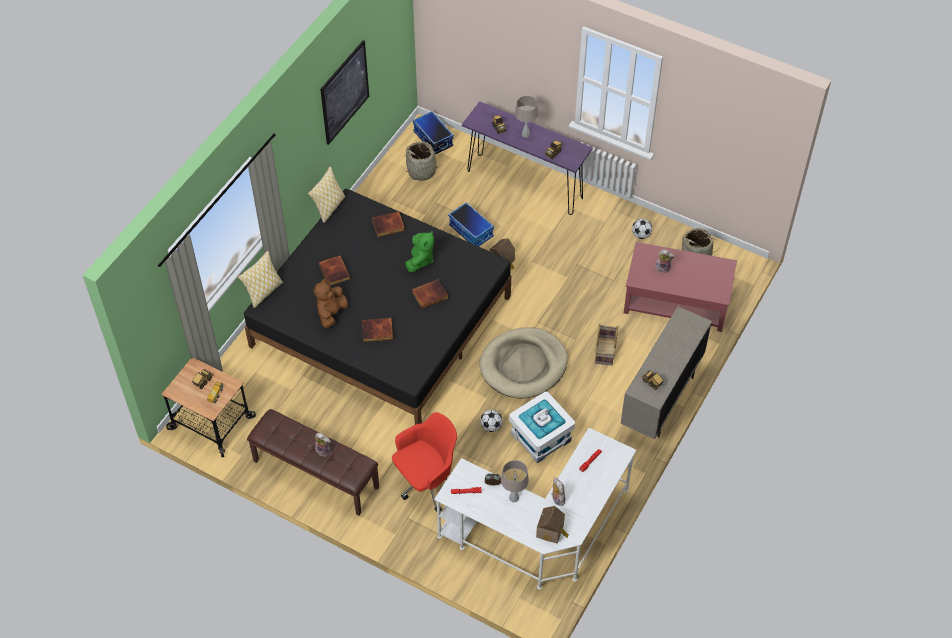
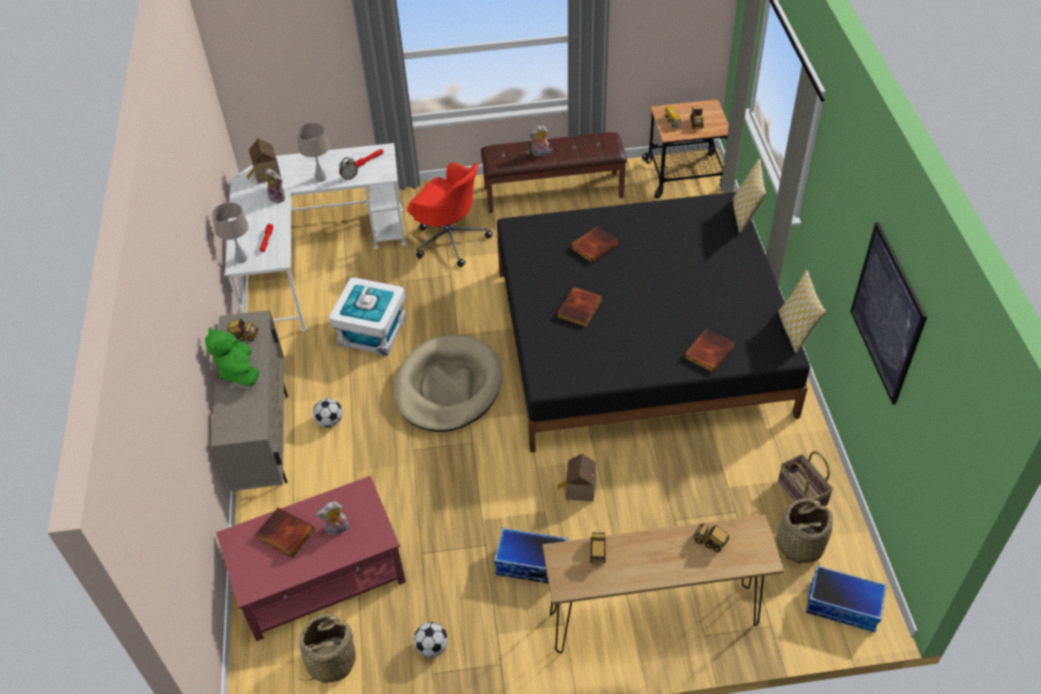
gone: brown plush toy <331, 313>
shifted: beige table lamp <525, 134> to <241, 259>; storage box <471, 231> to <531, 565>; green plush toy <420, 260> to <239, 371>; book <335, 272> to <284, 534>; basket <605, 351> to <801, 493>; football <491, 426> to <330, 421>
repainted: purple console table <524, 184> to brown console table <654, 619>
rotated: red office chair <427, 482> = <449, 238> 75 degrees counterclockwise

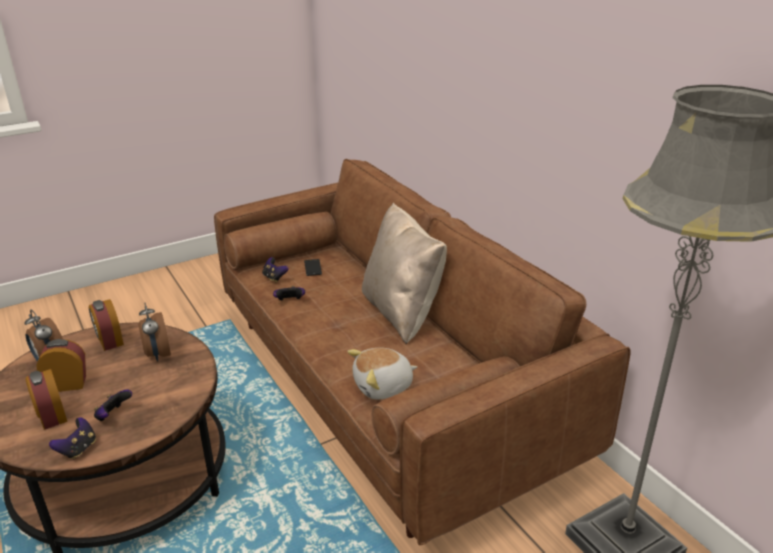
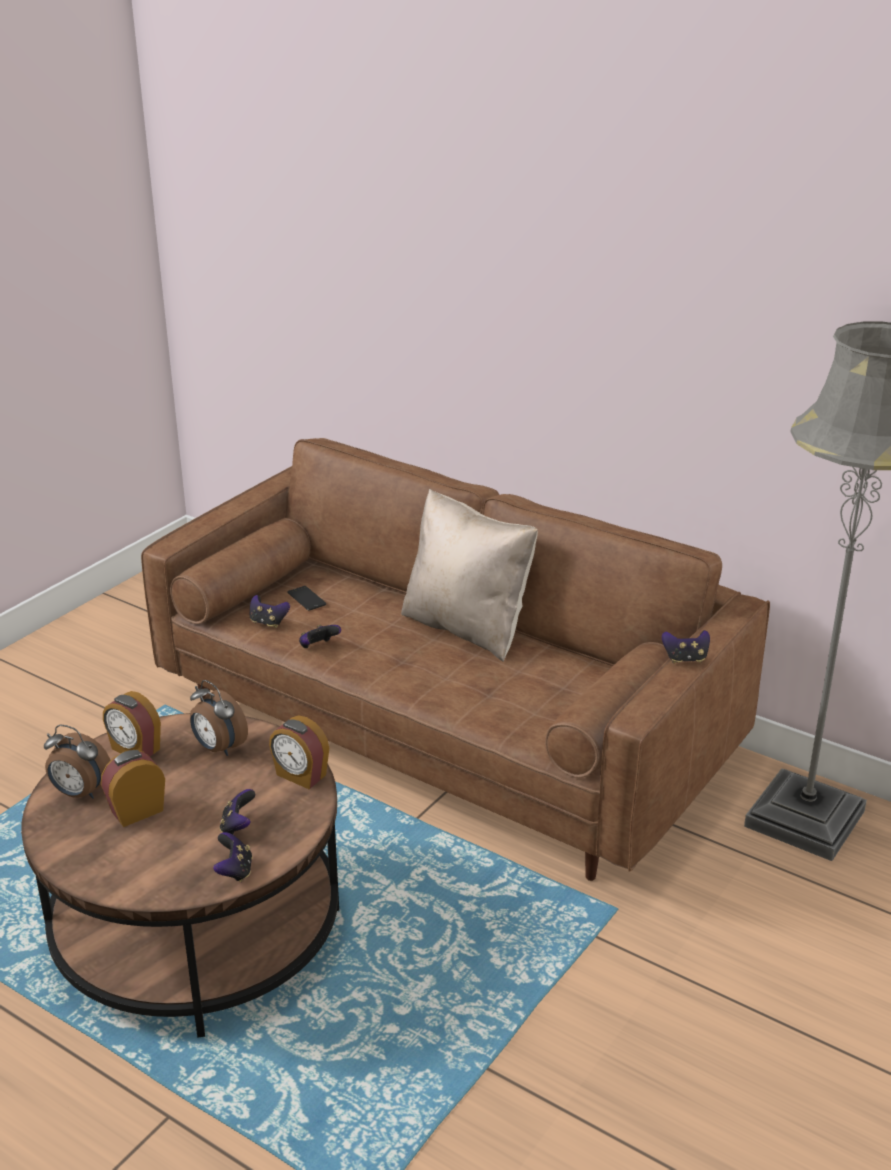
gone: plush toy <383, 386>
new: game controller <685, 659>
shifted: alarm clock <51, 416> to <300, 775>

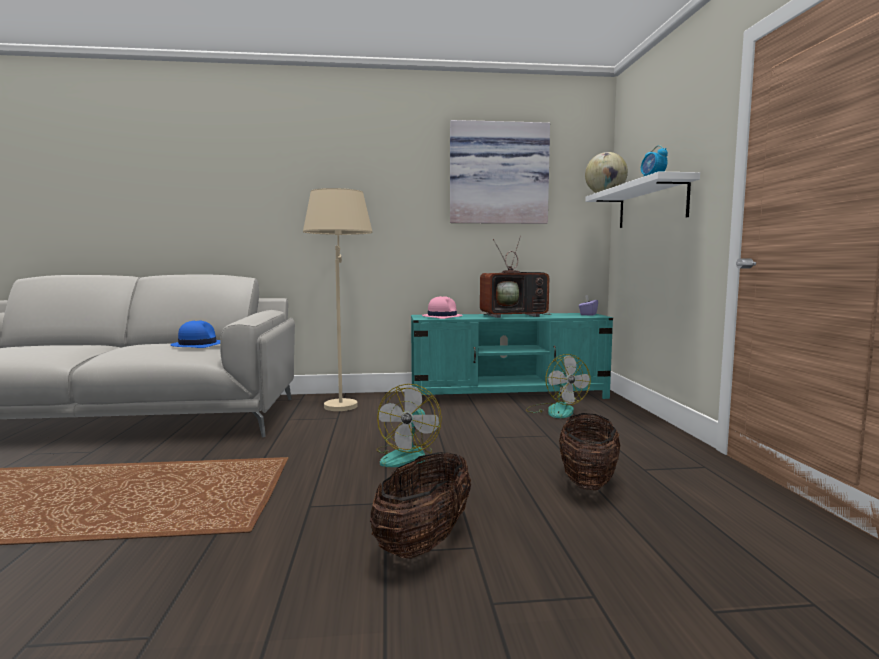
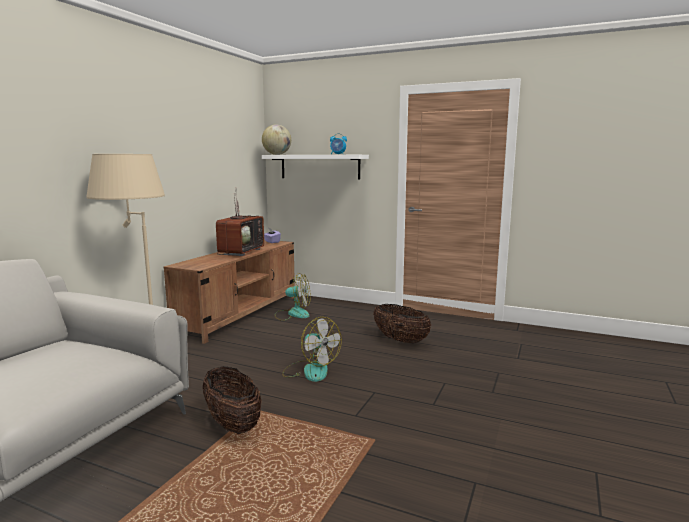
gone: picture <498, 174>; pink hat <442, 316>; blue hat <197, 344>
shifted: basket <424, 542> to <232, 424>
repainted: turquoise tv stand <508, 395> to brown tv stand <240, 314>

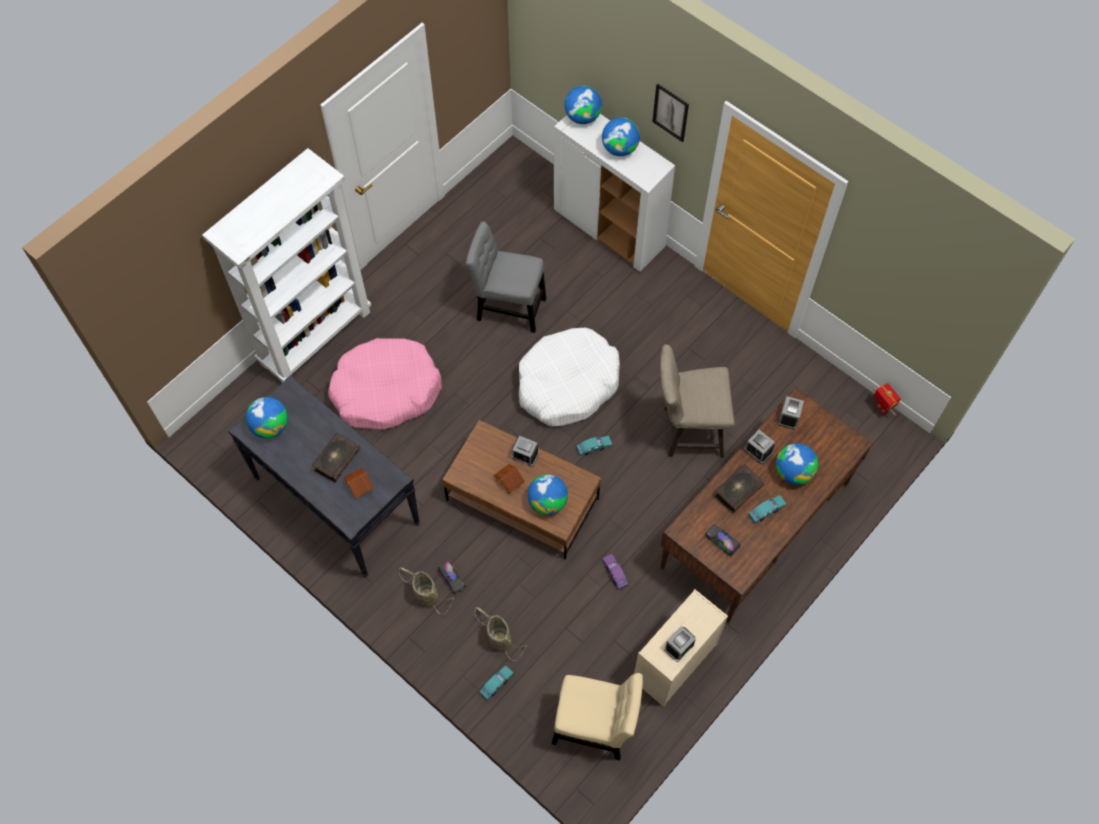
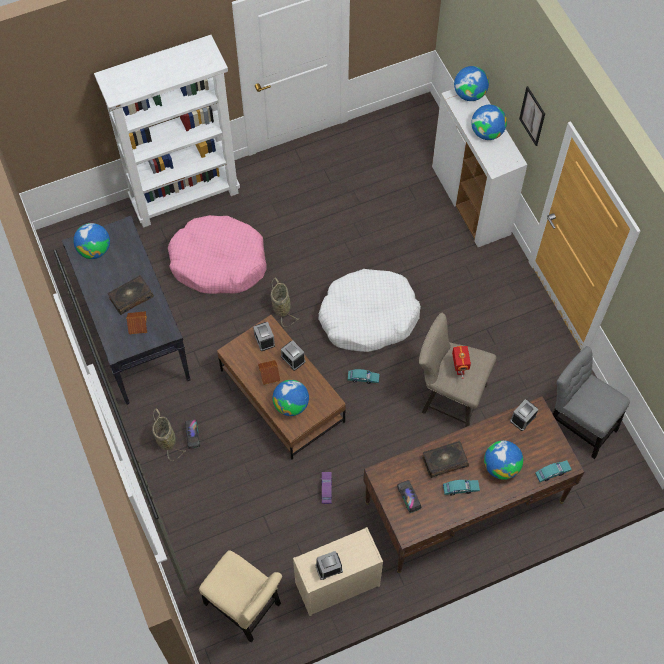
shifted: grey chair <507, 307> to <578, 424>; toy robot <881, 409> to <459, 369>; alarm clock <758, 451> to <264, 340>; basket <498, 638> to <281, 307>; turquoise toy car <496, 683> to <552, 472>

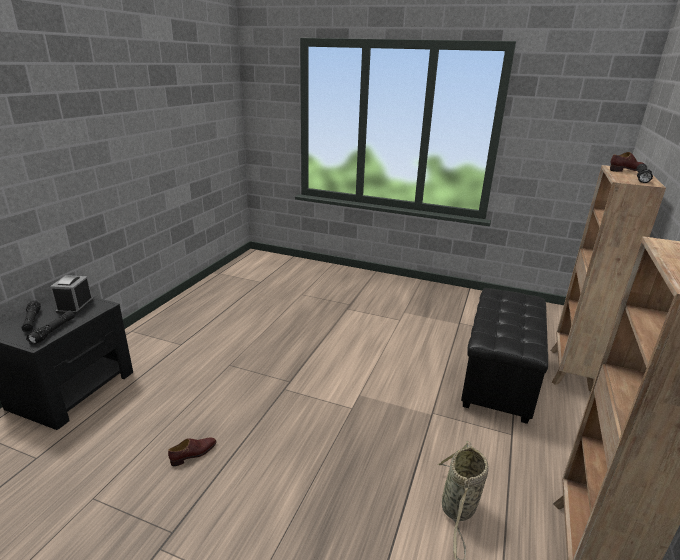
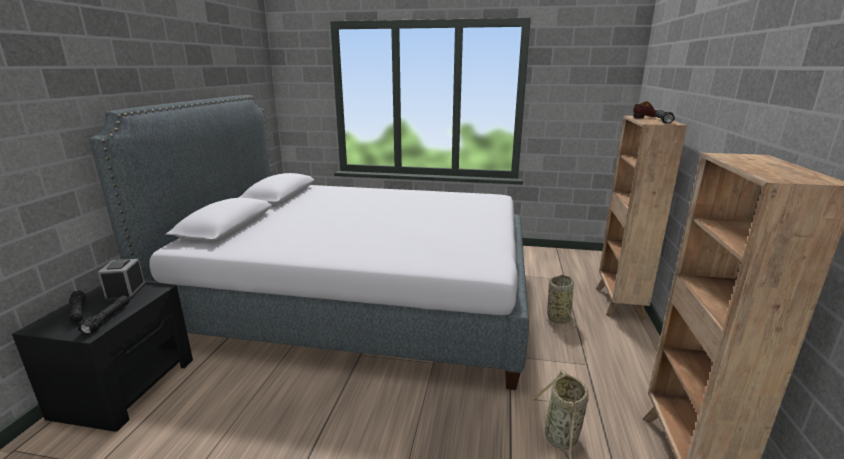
gone: brown shoe <194, 454>
new: grey bed <359, 299>
swapped: black ottoman <497, 377> to basket <558, 317>

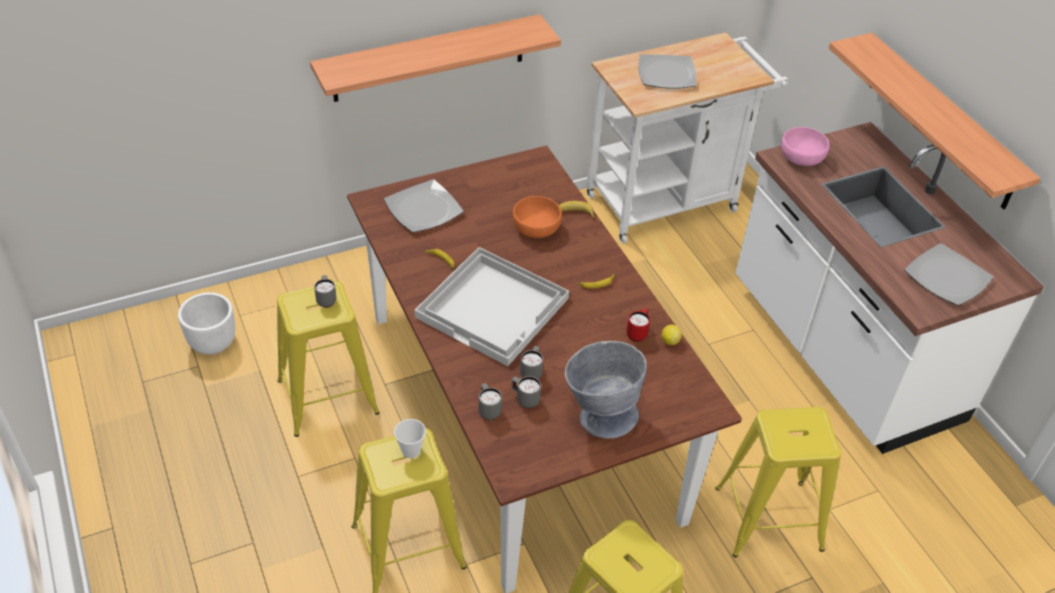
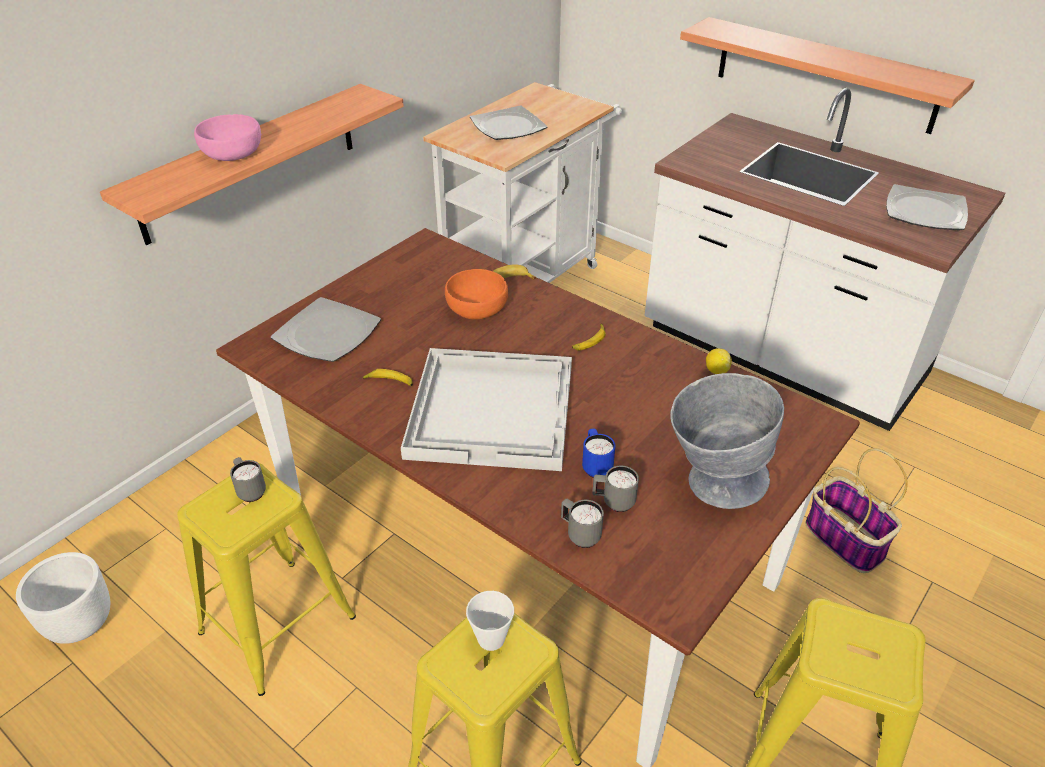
gone: red mug <638, 333>
shifted: pink bowl <801, 157> to <232, 154>
swapped: yellow stool <768, 518> to basket <846, 540>
repainted: grey mug <531, 372> to blue mug <595, 466>

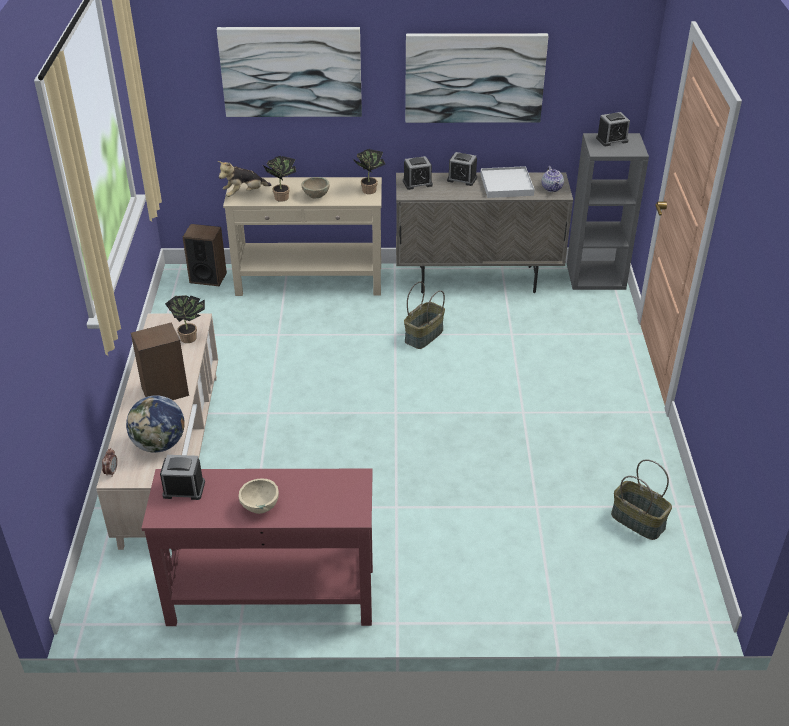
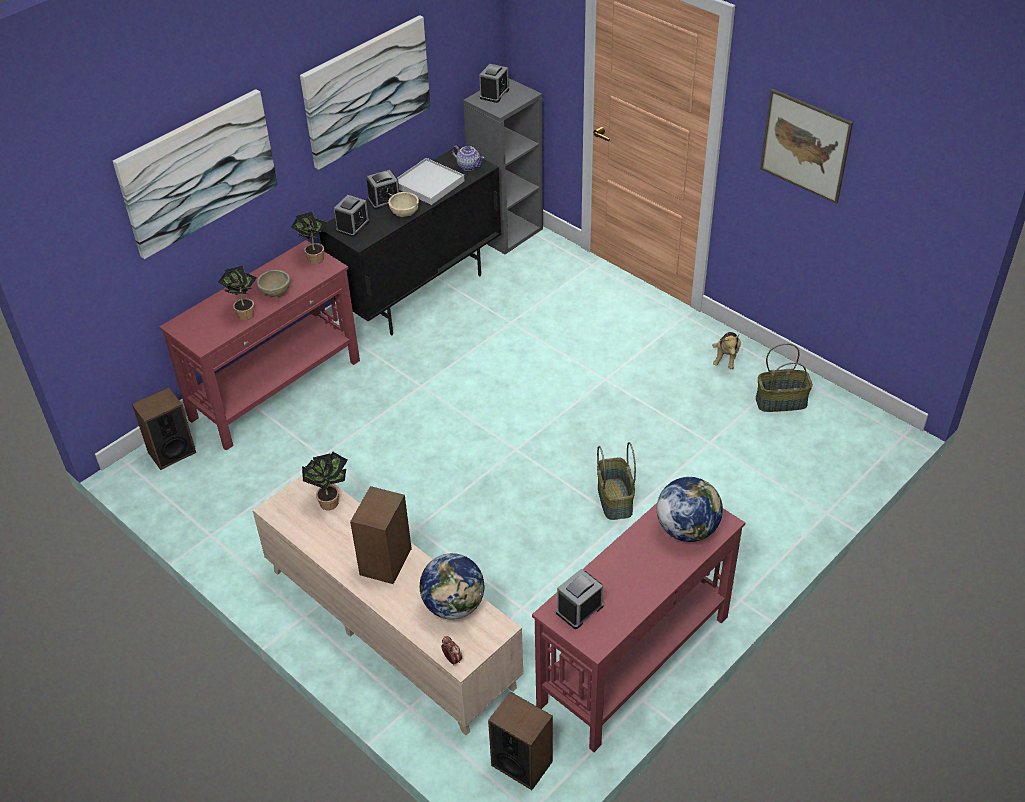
new: picture <805, 146>; globe <687, 529>; speaker <522, 763>
shifted: plush toy <244, 193> to <726, 358>; basket <424, 336> to <615, 499>; beige bowl <259, 507> to <404, 214>
repainted: beige cabinet <477, 279> to black cabinet <420, 293>; beige console table <310, 281> to red console table <277, 389>

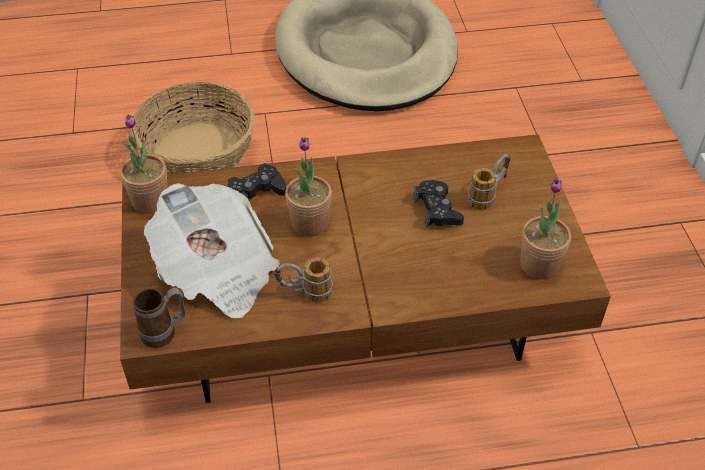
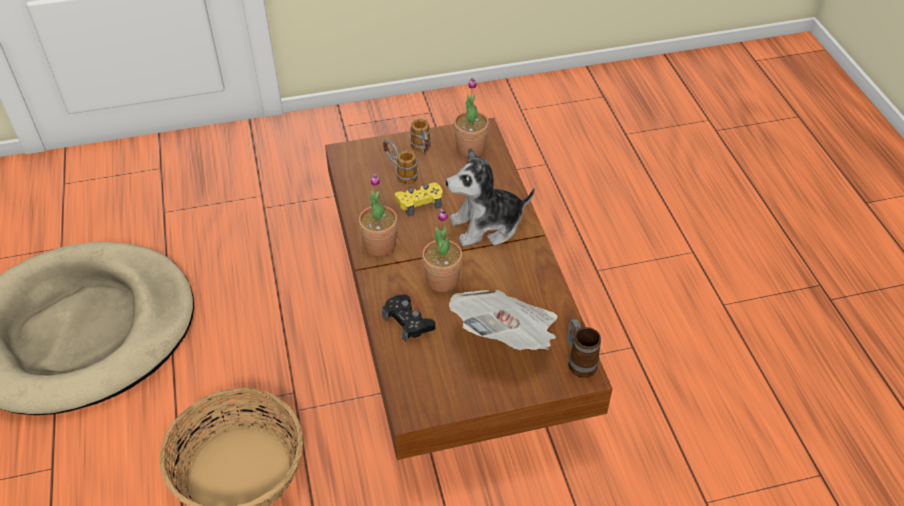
new: plush toy <487, 225>
shifted: potted plant <150, 201> to <380, 245>; mug <304, 294> to <423, 152>
repainted: black game controller <437, 210> to yellow game controller <419, 202>

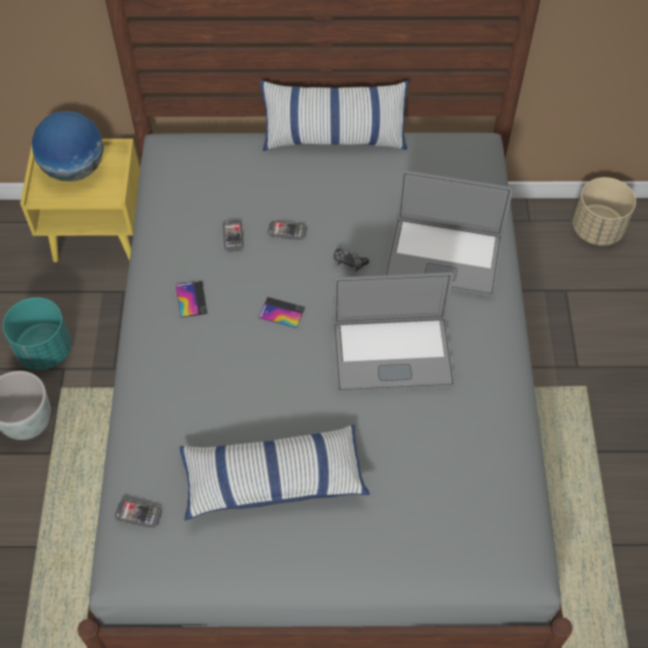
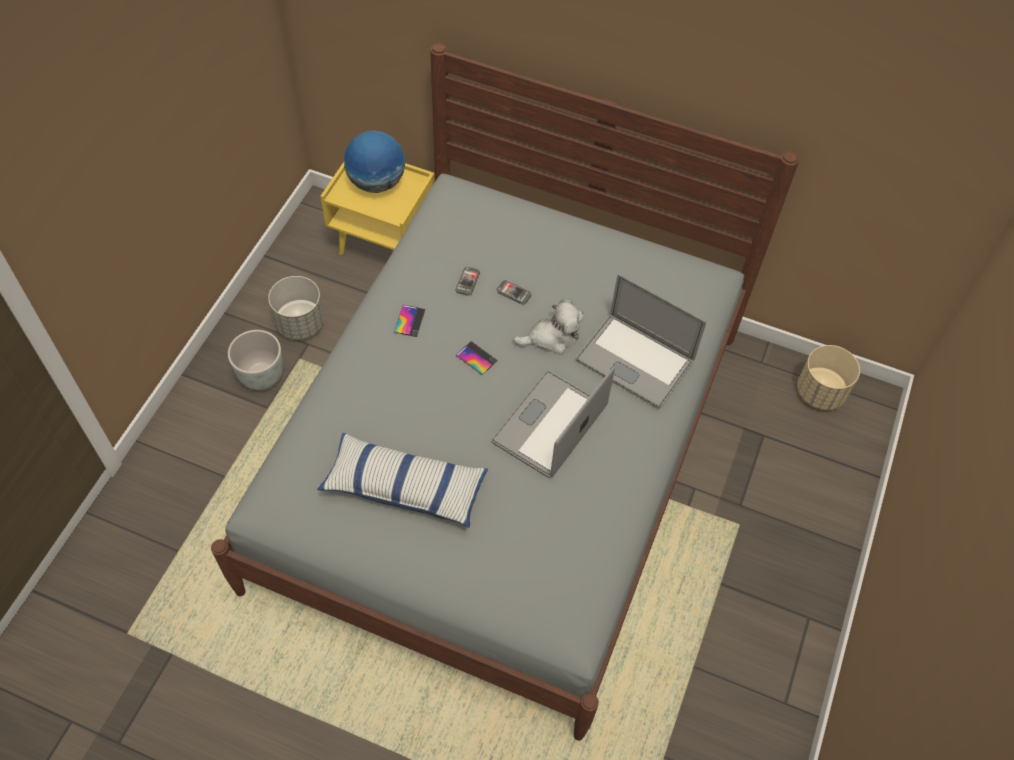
gone: pillow <334, 138>; phone <138, 514>
swapped: game controller <349, 263> to plush toy <551, 337>
repainted: turquoise planter <44, 350> to grey planter <300, 323>
rotated: laptop <392, 353> = <550, 424> 105 degrees clockwise

